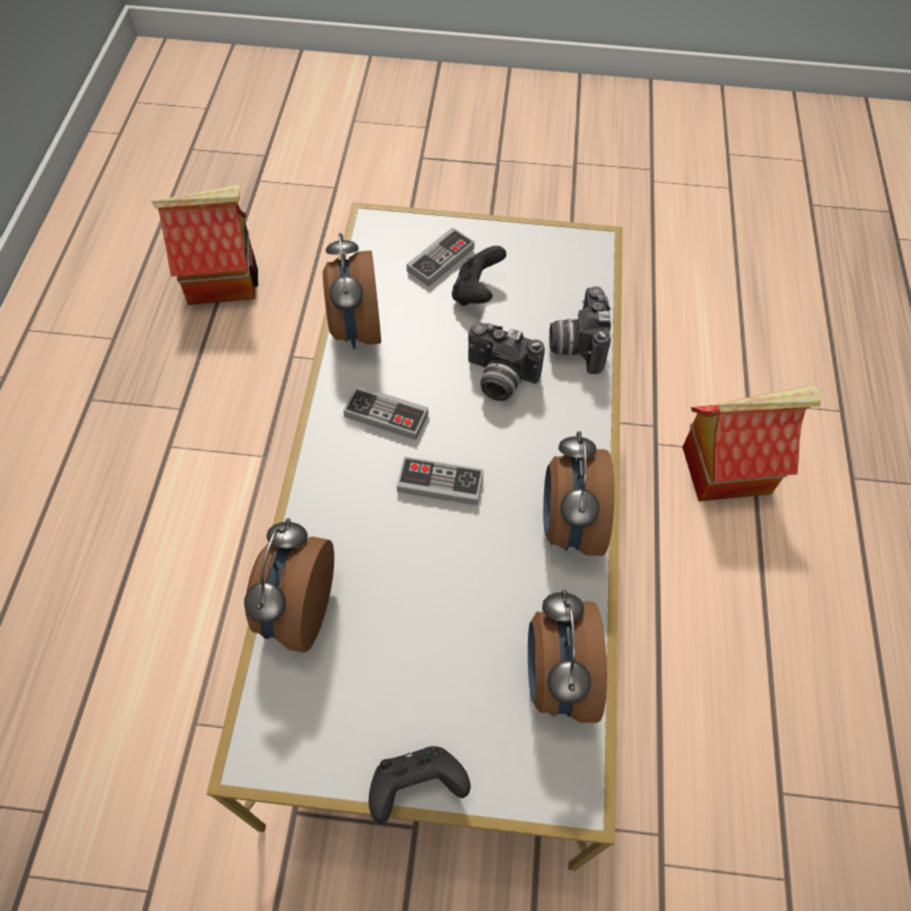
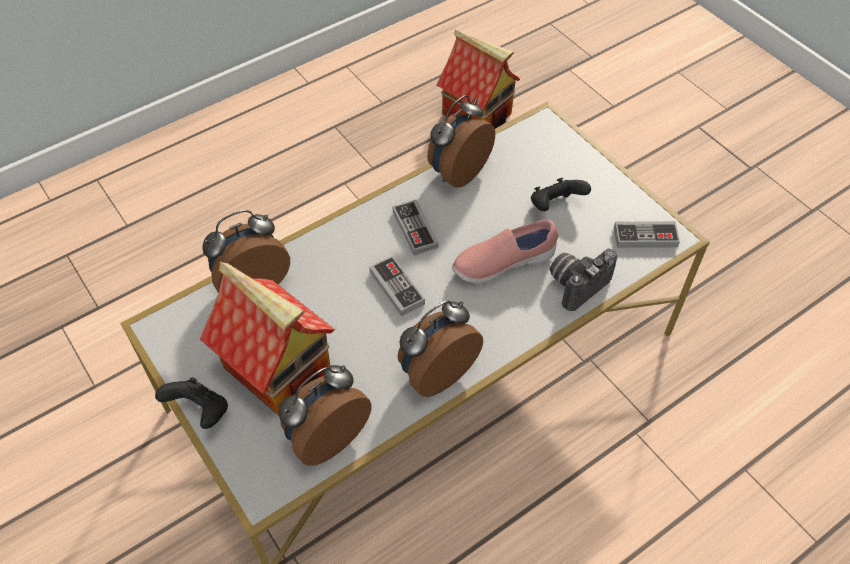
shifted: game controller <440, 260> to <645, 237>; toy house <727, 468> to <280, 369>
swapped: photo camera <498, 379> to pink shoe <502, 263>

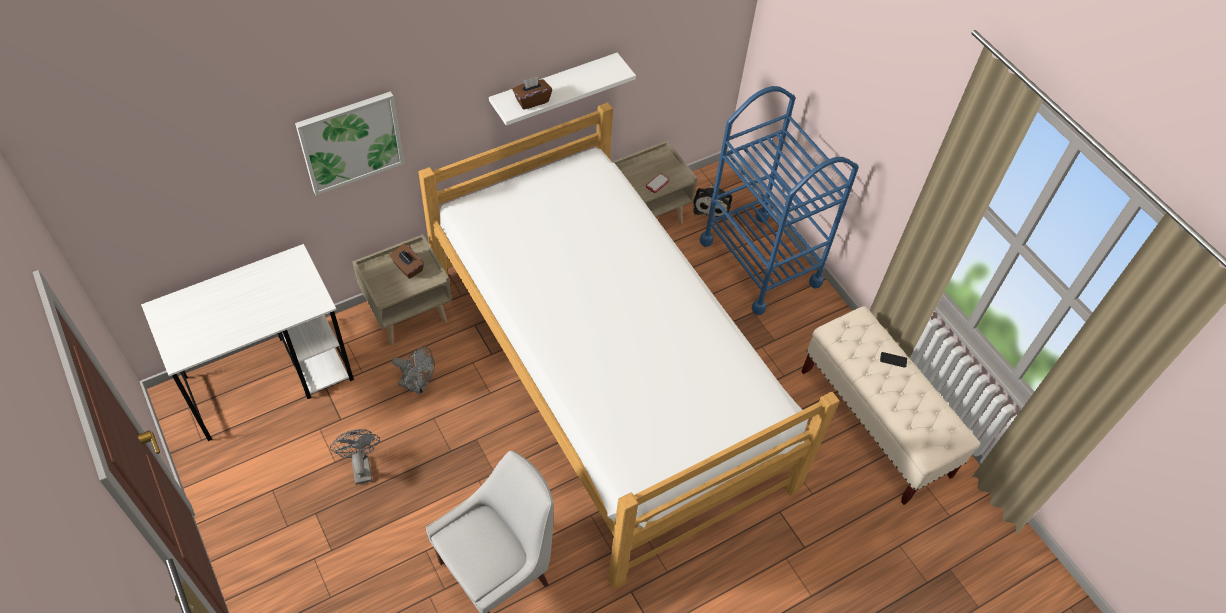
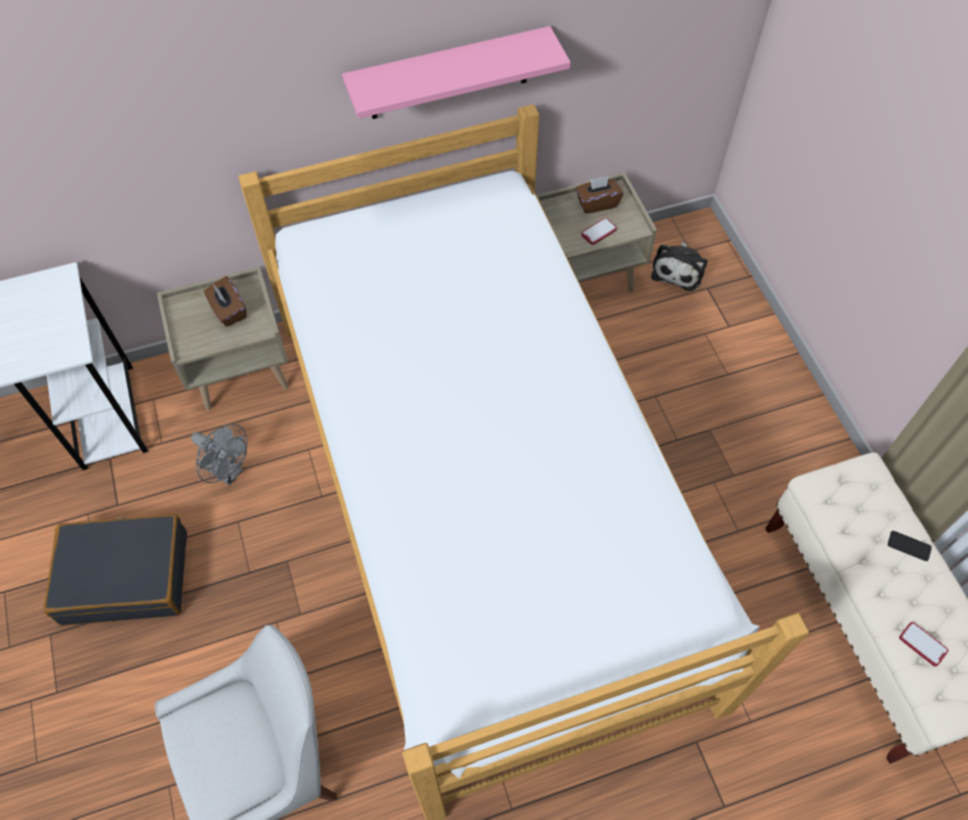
gone: blue cart <760, 262>; picture <351, 142>
new: phone <922, 644>
shifted: brown tissue box <532, 100> to <597, 203>
swapped: grey fan <361, 466> to black suitcase <126, 576>
repainted: white shelf <554, 89> to pink shelf <449, 74>

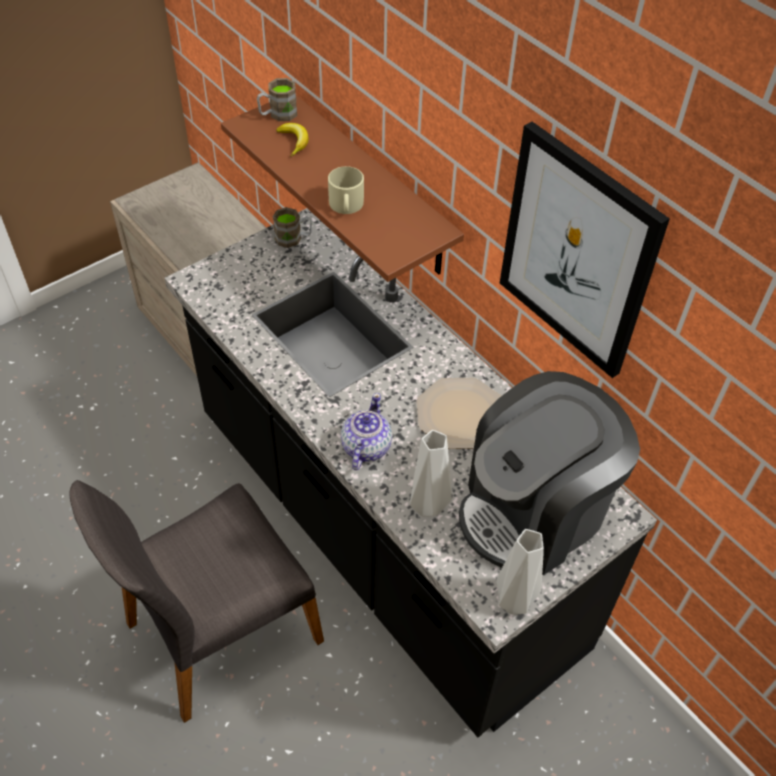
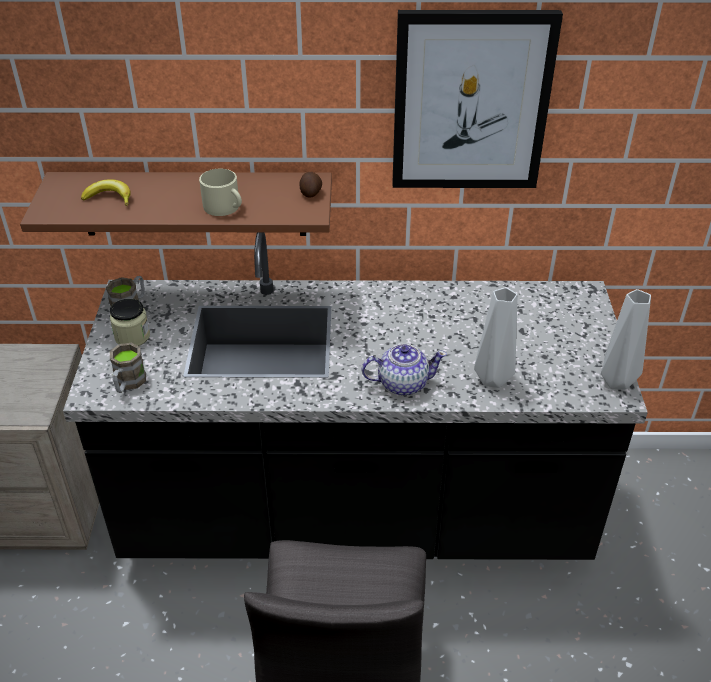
gone: coffee machine <534, 511>; plate <460, 415>
new: potato <311, 192>; jar <132, 336>
shifted: brown mug <278, 114> to <128, 384>
rotated: teapot <365, 447> = <402, 383> 120 degrees clockwise

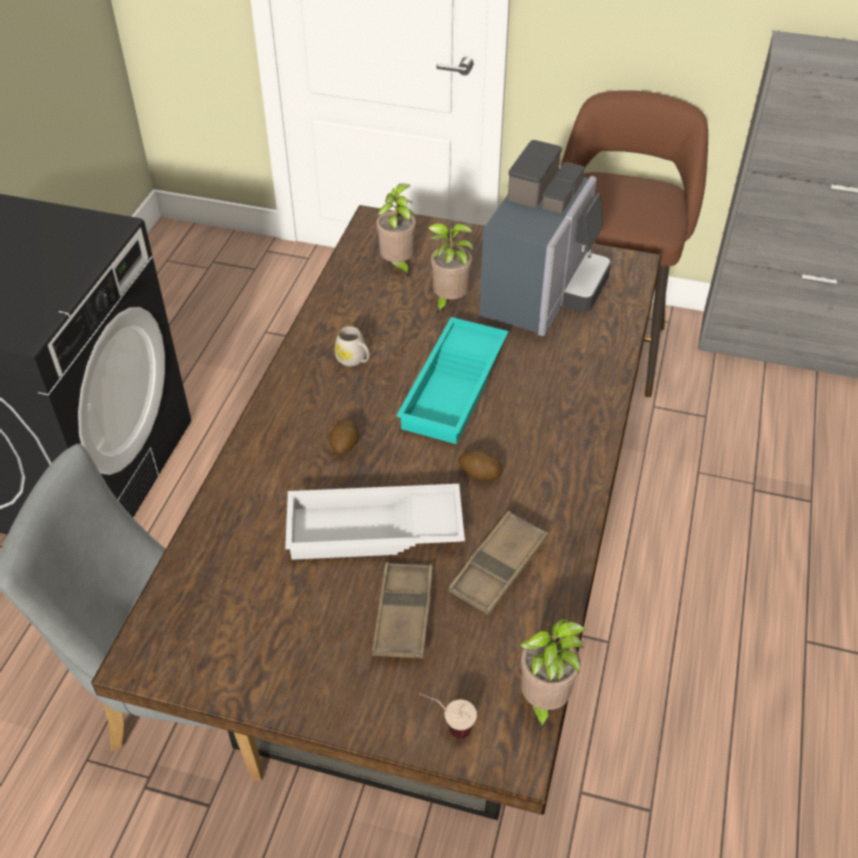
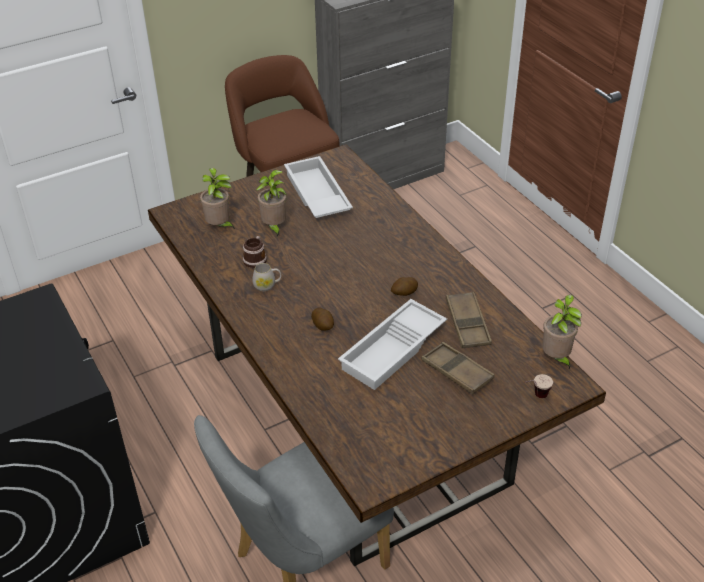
gone: turquoise tray <456, 388>
new: mug <256, 259>
swapped: coffee machine <542, 293> to white tray <316, 195>

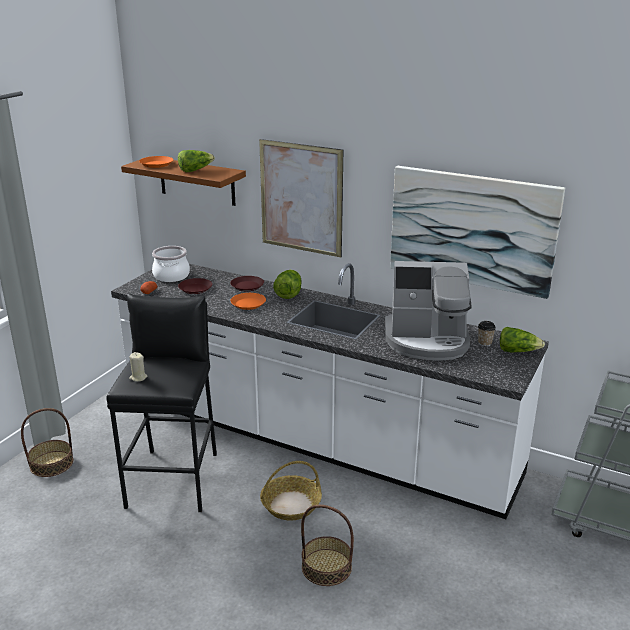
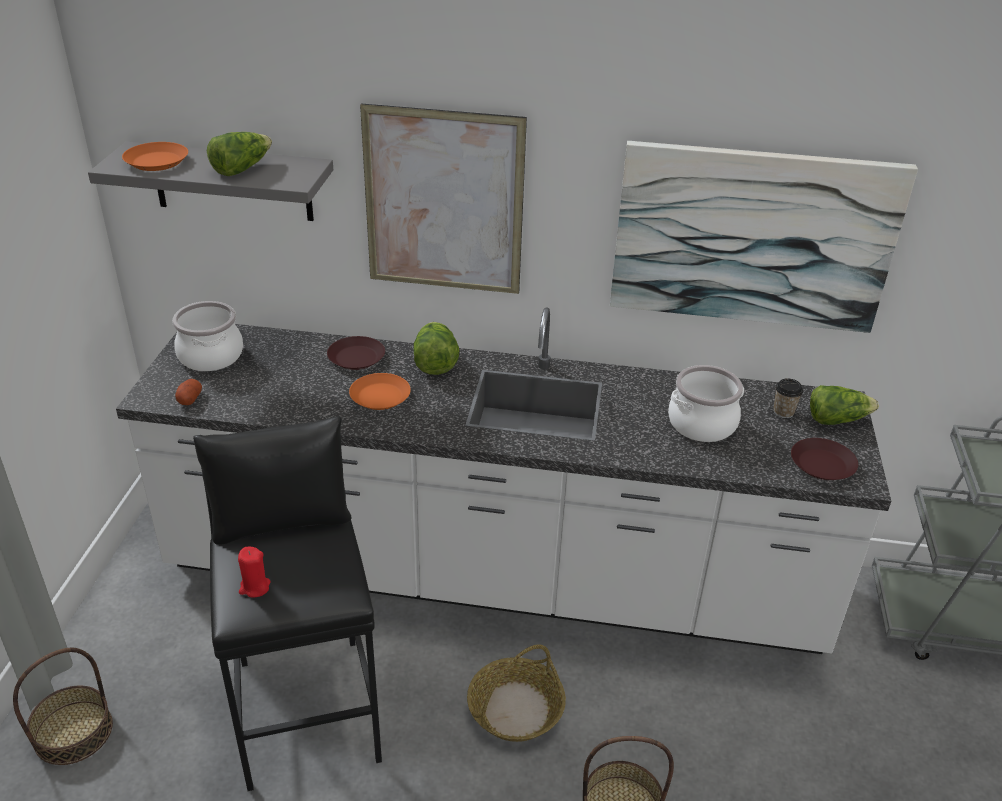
shifted: brown plate <195, 289> to <822, 464>
swapped: coffee machine <427, 341> to cooking pot <701, 423>
repainted: brown shelf <197, 181> to grey shelf <232, 182>; beige candle <138, 377> to red candle <254, 587>

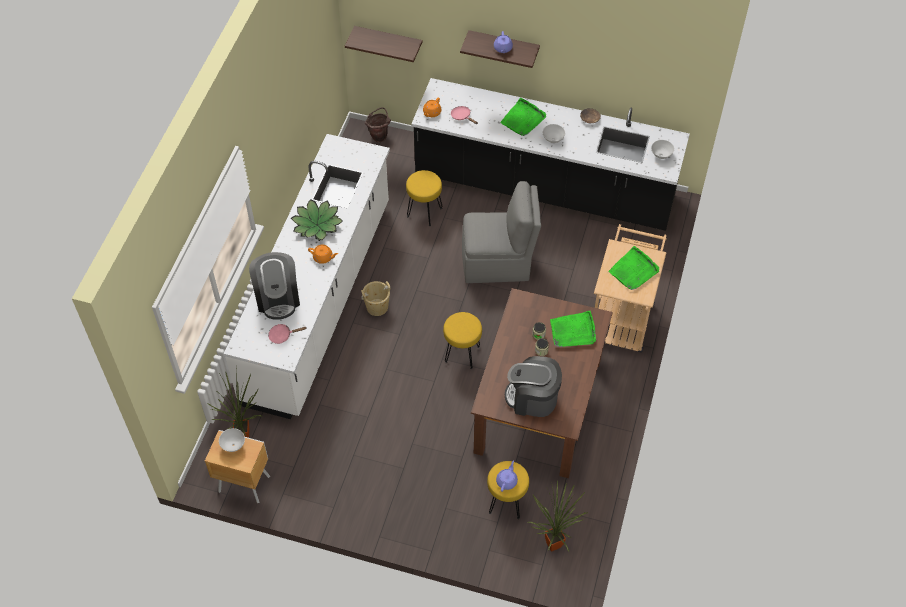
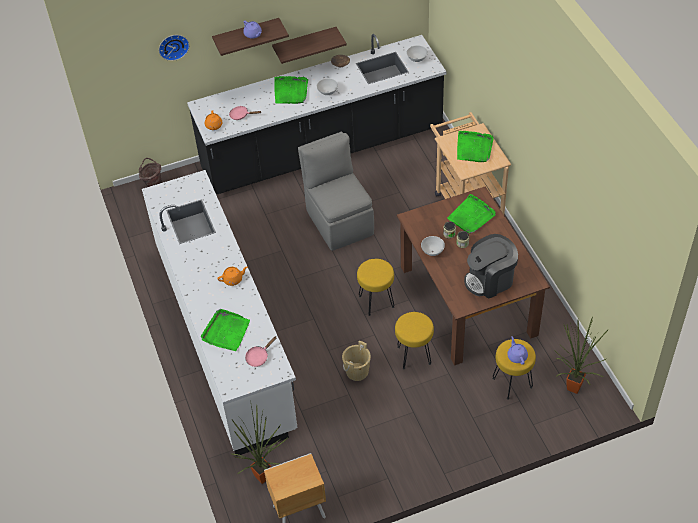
gone: potted plant <317, 225>
new: wall clock <173, 46>
shifted: shelf <388, 42> to <305, 44>; yellow stool <424, 212> to <413, 355>; beige bucket <377, 307> to <357, 371>; white bowl <233, 445> to <432, 252>
swapped: coffee machine <278, 298> to green tray <226, 332>
rotated: grey chair <498, 263> = <339, 221> 75 degrees counterclockwise

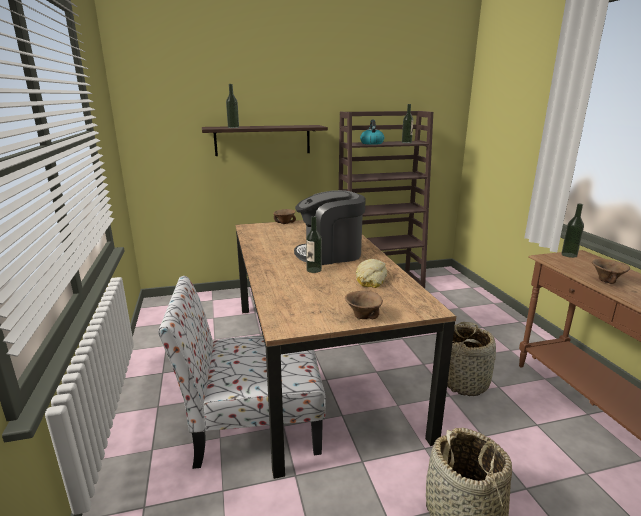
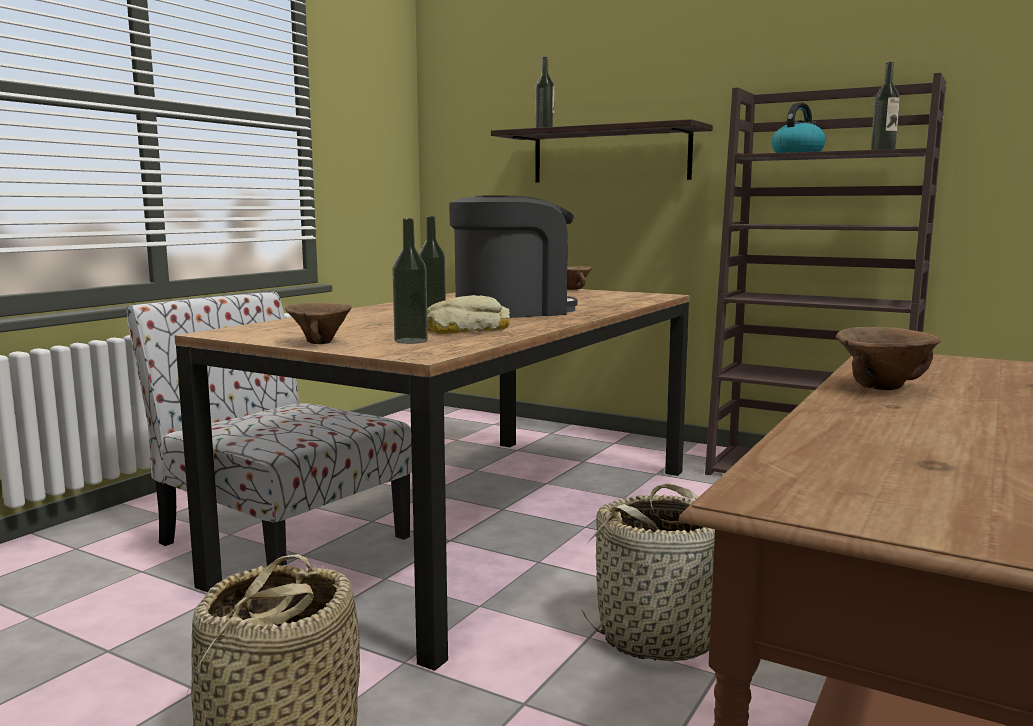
shifted: bottle <569, 255> to <411, 341>
rotated: coffee machine <330, 254> = <512, 311> 120 degrees clockwise

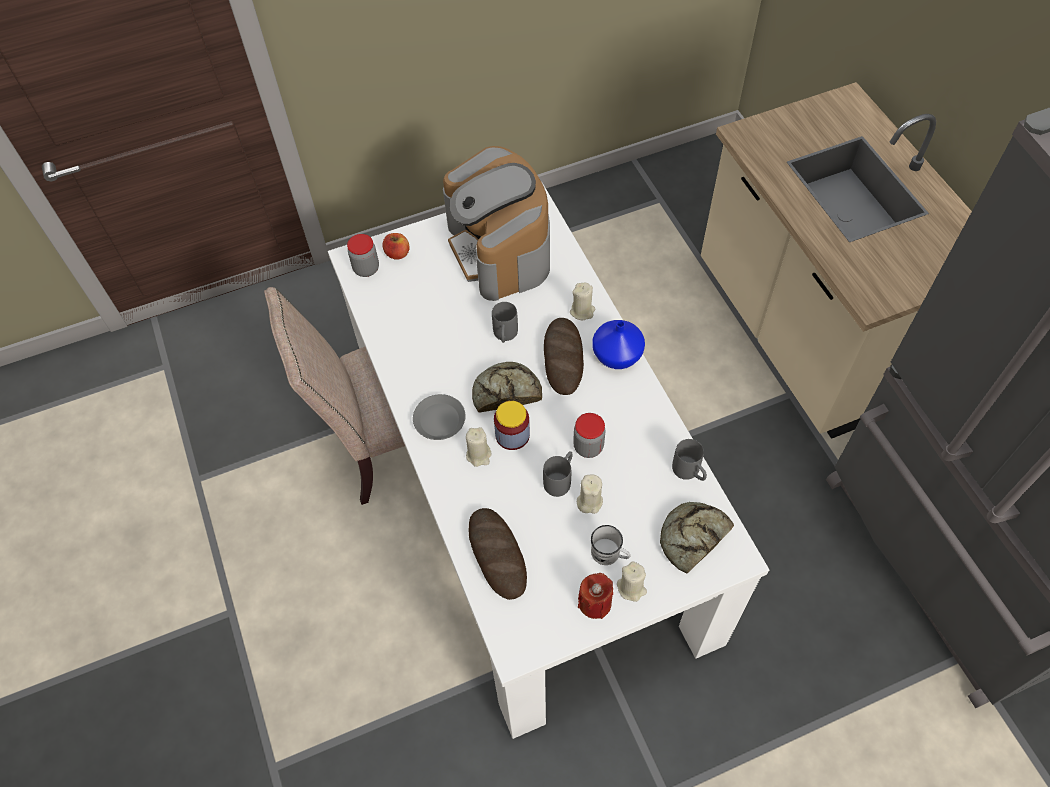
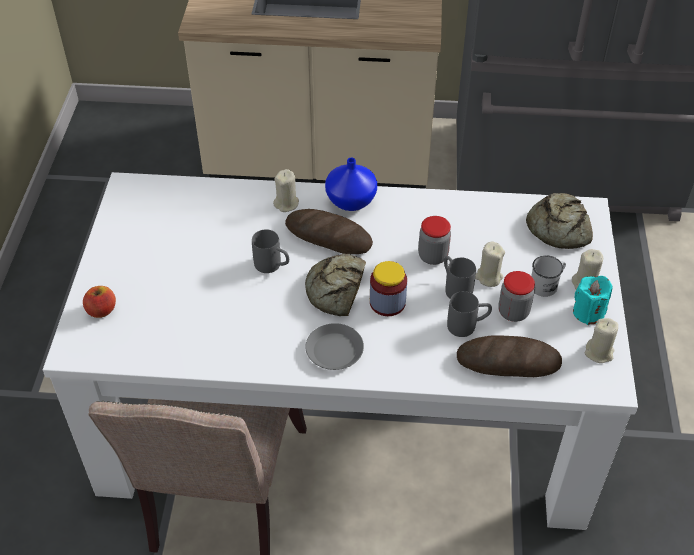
gone: coffee machine <500, 250>
shifted: jar <366, 269> to <513, 312>; beige candle <479, 455> to <599, 352>; grey mug <689, 473> to <468, 326>
repainted: red candle <595, 603> to turquoise candle <588, 312>

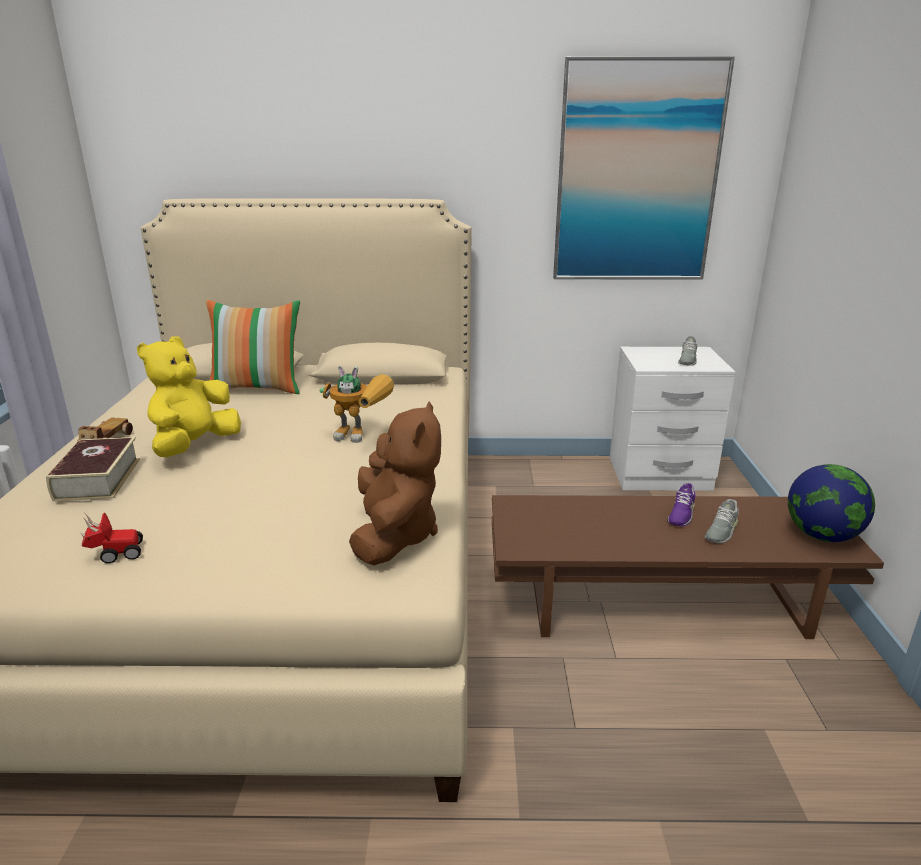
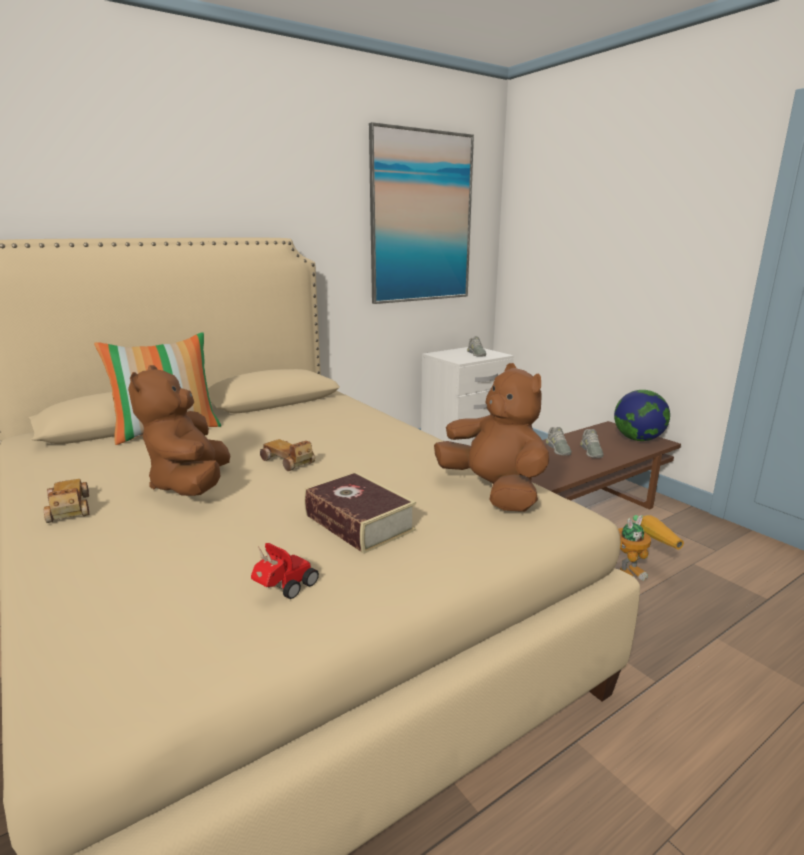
new: toy car <288, 462>
shifted: toy robot <363, 436> to <636, 572>; book <98, 479> to <359, 523>
repainted: yellow plush toy <195, 446> to brown plush toy <191, 485>; purple shoe <681, 514> to grey shoe <558, 449>

